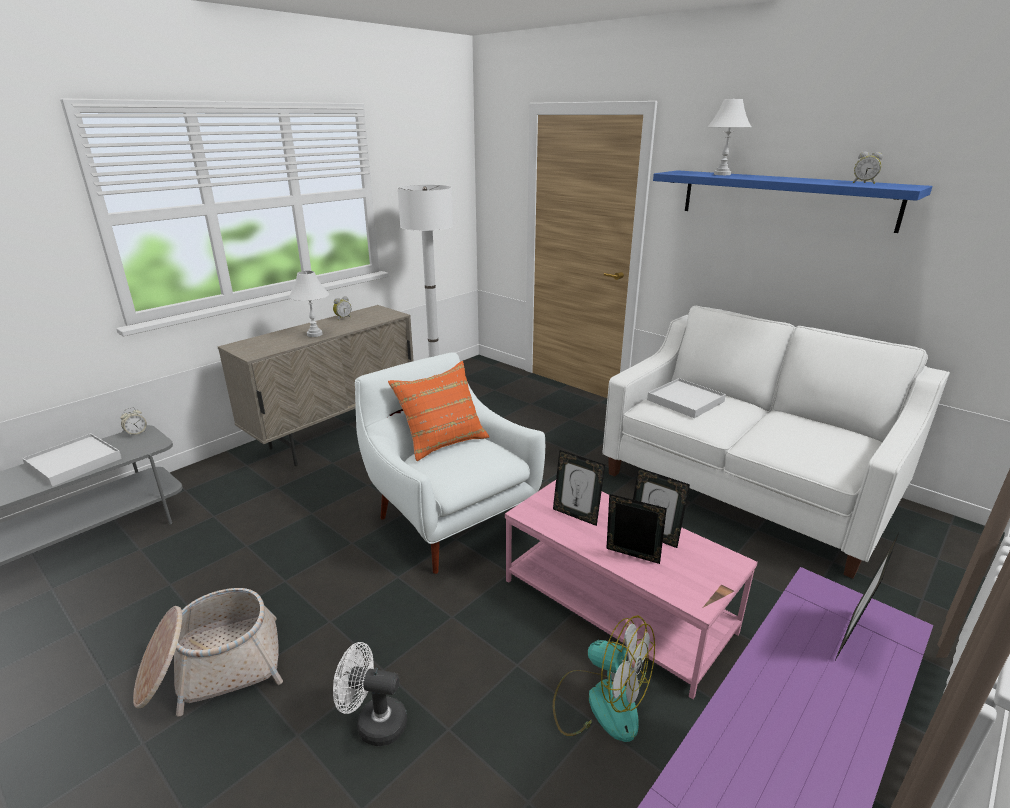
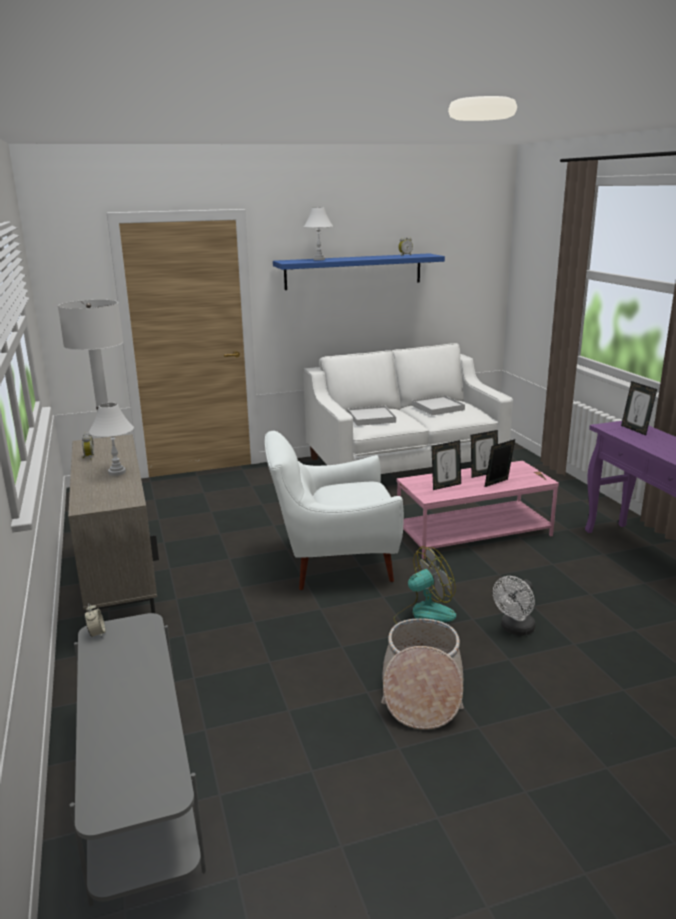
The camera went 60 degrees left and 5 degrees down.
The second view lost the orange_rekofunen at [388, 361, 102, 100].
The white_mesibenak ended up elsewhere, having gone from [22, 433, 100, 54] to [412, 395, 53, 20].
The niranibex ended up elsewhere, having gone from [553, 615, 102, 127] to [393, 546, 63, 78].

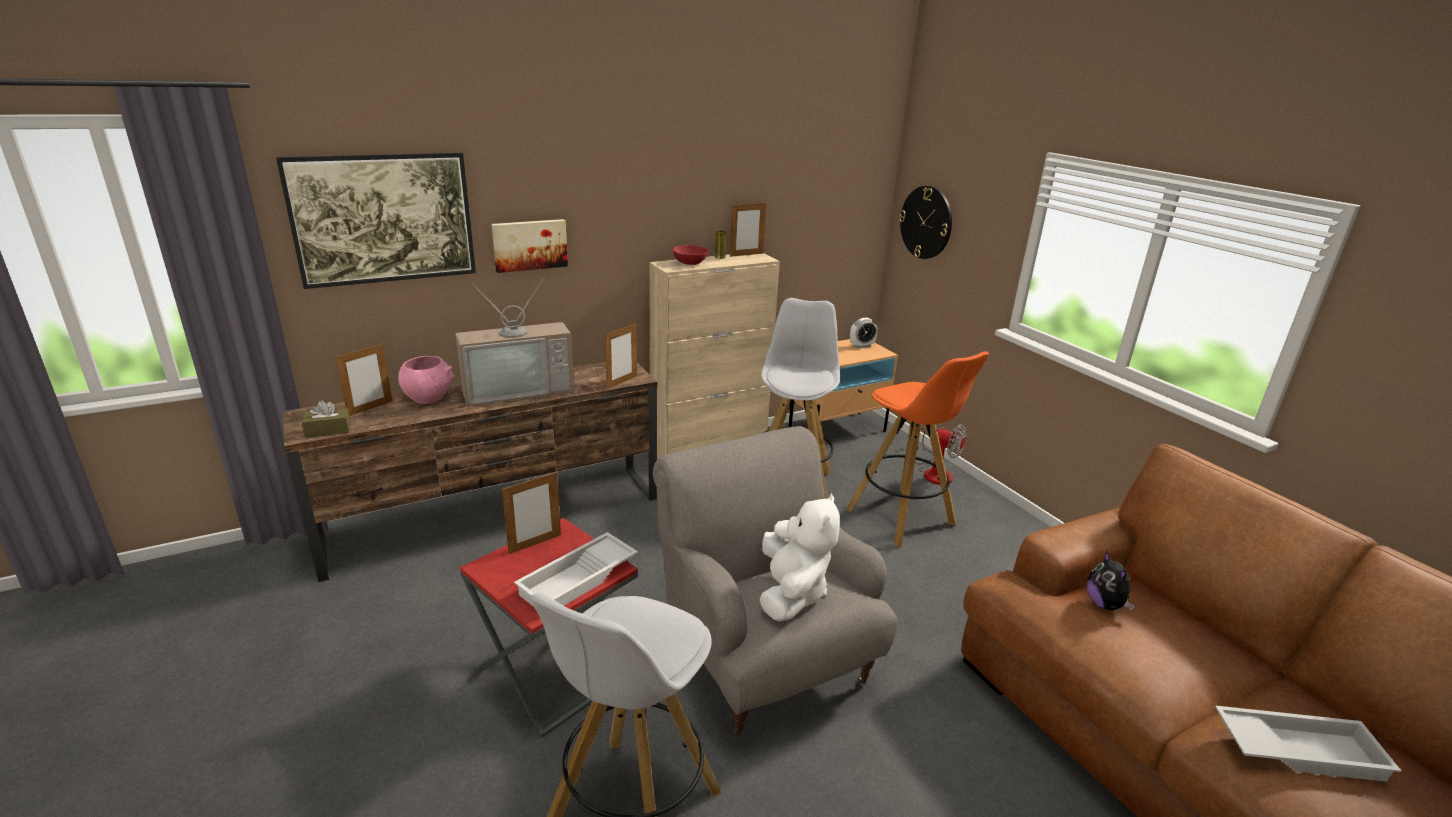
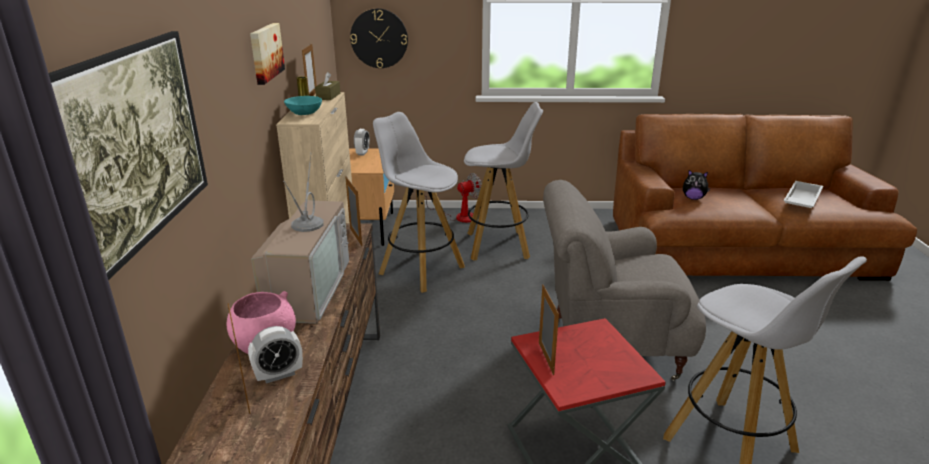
The camera went 60 degrees left and 0 degrees up.
The second view lost the white_mesibenak at [514, 532, 124, 75].
The second view lost the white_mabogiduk at [760, 493, 80, 129].
The second view gained the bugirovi at [248, 326, 55, 58].
The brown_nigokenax ended up elsewhere, having gone from [301, 400, 50, 38] to [315, 72, 26, 28].
The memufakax ended up elsewhere, having gone from [491, 219, 77, 54] to [250, 23, 35, 62].
What was the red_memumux at [673, 245, 36, 20] turned into the turquoise_memumux at [284, 96, 38, 19].
What was the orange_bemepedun at [846, 351, 143, 196] turned into the white_bemepedun at [464, 102, 79, 159].

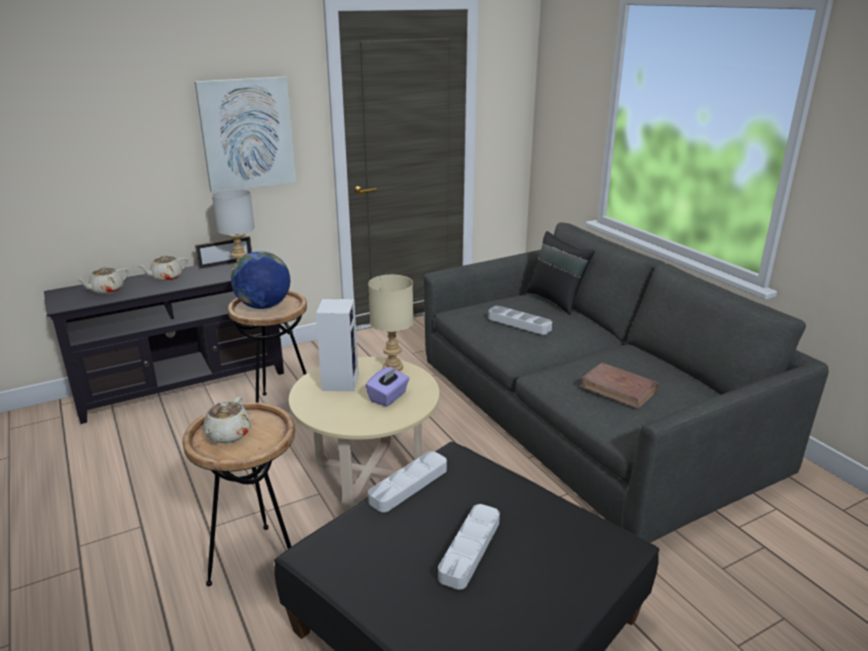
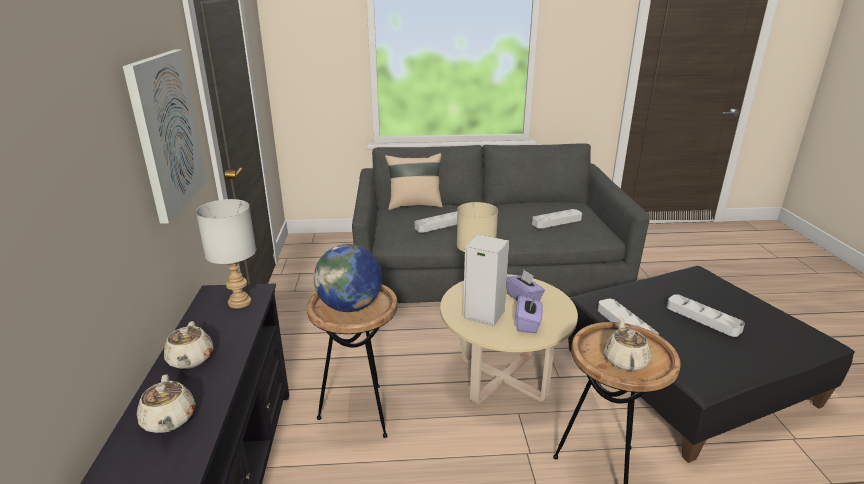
The camera went 65 degrees left and 0 degrees up.
The second view lost the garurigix at [195, 236, 57, 34].
The second view gained the purple_nigokenax at [516, 295, 27, 38].
Where the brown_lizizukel stood at [580, 363, 79, 46], the grey_mesibenak came to stand at [532, 209, 50, 20].
What was the black_rekofunen at [526, 231, 69, 84] turned into the beige_rekofunen at [385, 153, 58, 57].
The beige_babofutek at [203, 397, 48, 46] ended up facing another way, 120 degrees counterclockwise from before.

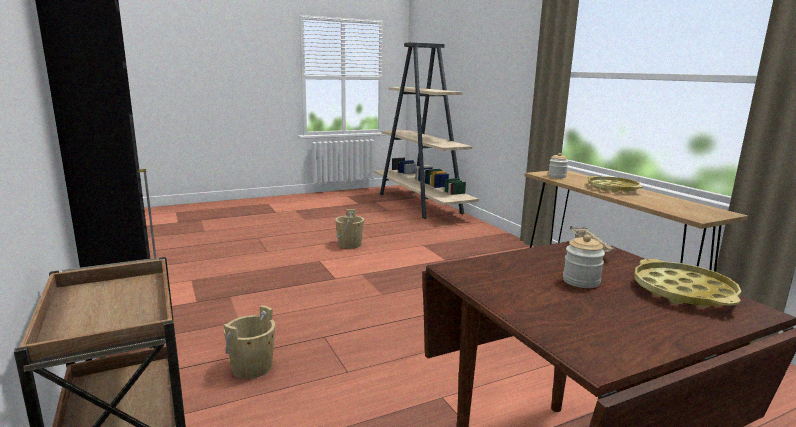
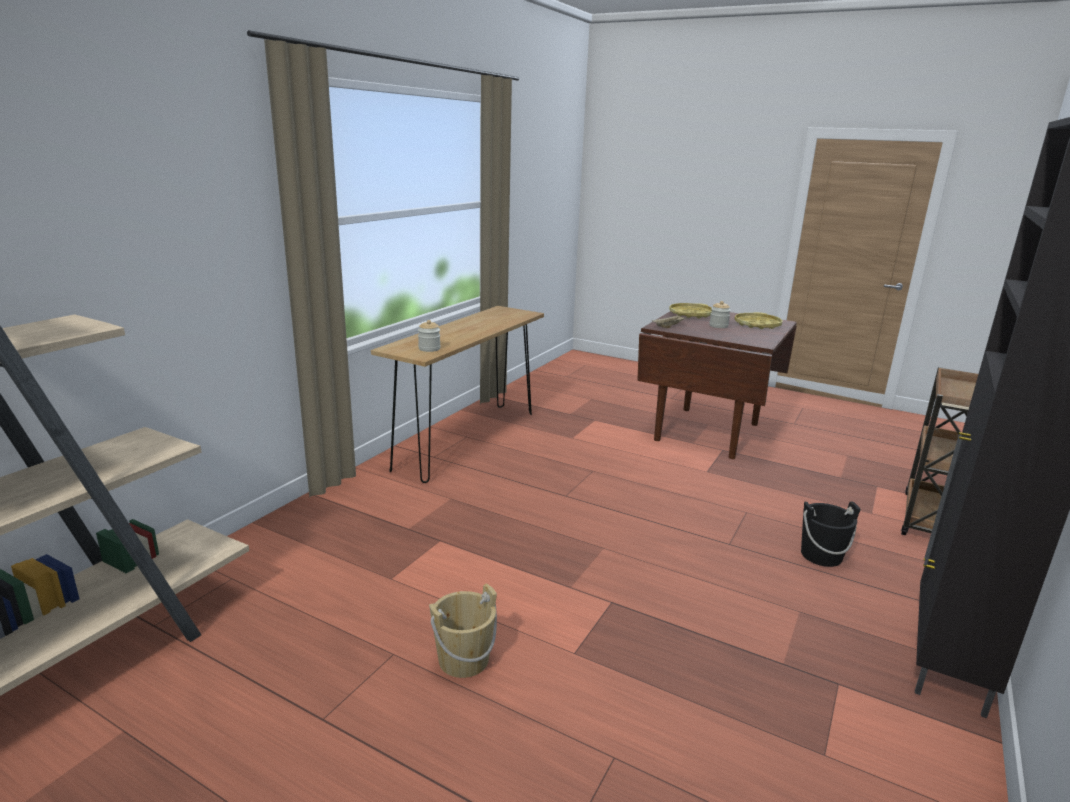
The camera went 125 degrees left and 5 degrees up.
The yellow_mesibenak ended up elsewhere, having gone from [587, 176, 56, 17] to [735, 312, 48, 17].
What was the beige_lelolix at [224, 305, 51, 74] turned into the black_lelolix at [801, 501, 60, 66].

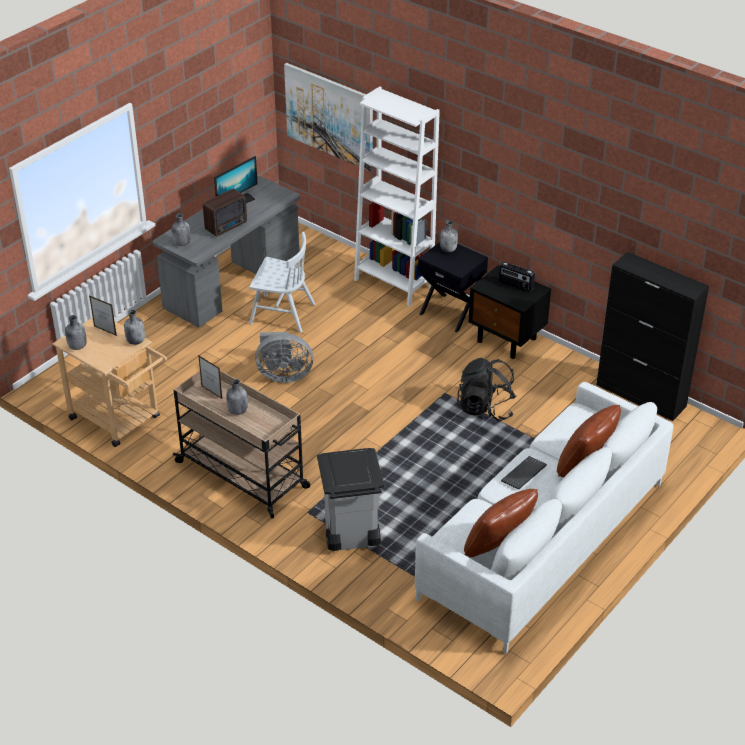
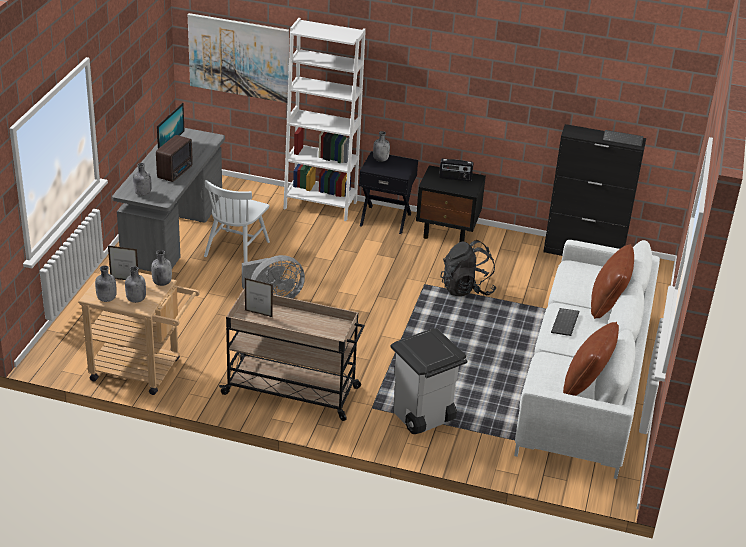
The camera went 25 degrees left and 5 degrees down.
The second view gained the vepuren at [603, 130, 40, 17].
The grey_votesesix ended up elsewhere, having gone from [226, 379, 22, 36] to [125, 266, 21, 37].
The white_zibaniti at [249, 232, 66, 101] ended up facing another way, 120 degrees clockwise from before.

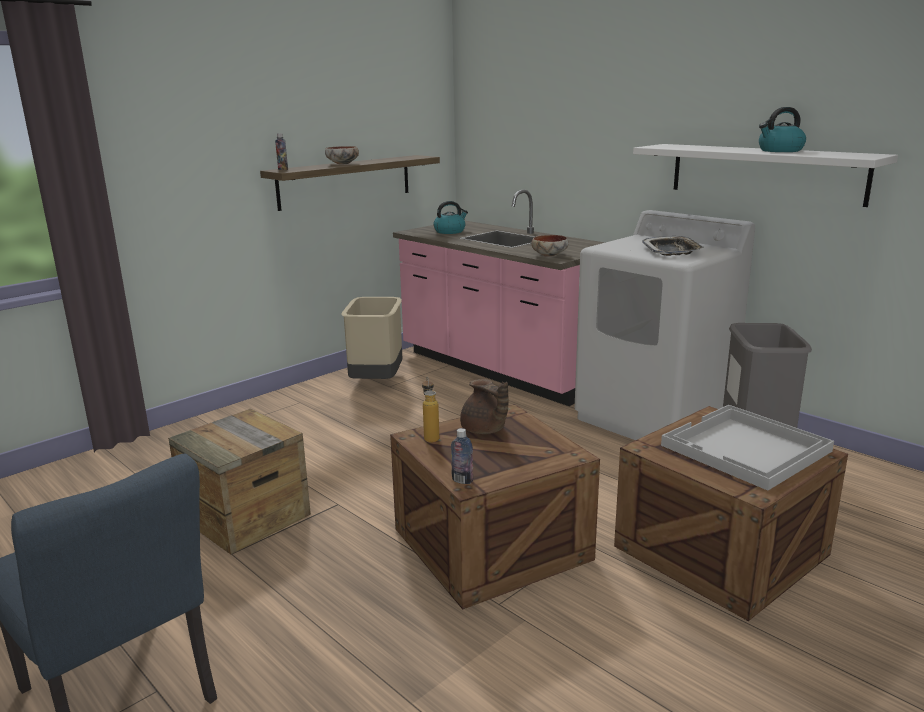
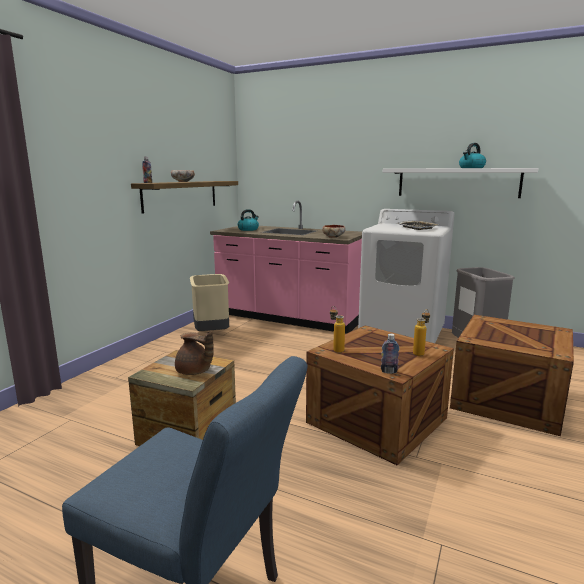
The camera went 20 degrees left and 5 degrees down.
The second view lost the white_mesibenak at [661, 405, 173, 85].
The second view gained the votesesix at [413, 309, 17, 47].
The brown_babofutek ended up elsewhere, having gone from [460, 379, 49, 55] to [175, 331, 39, 44].

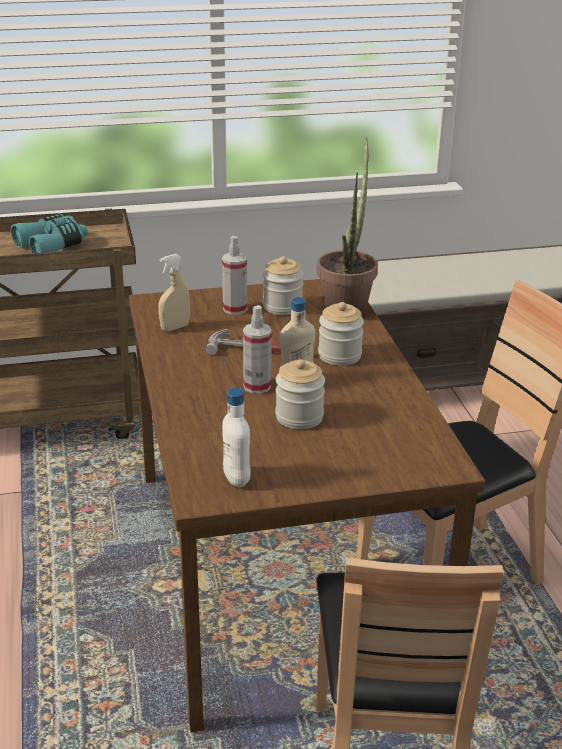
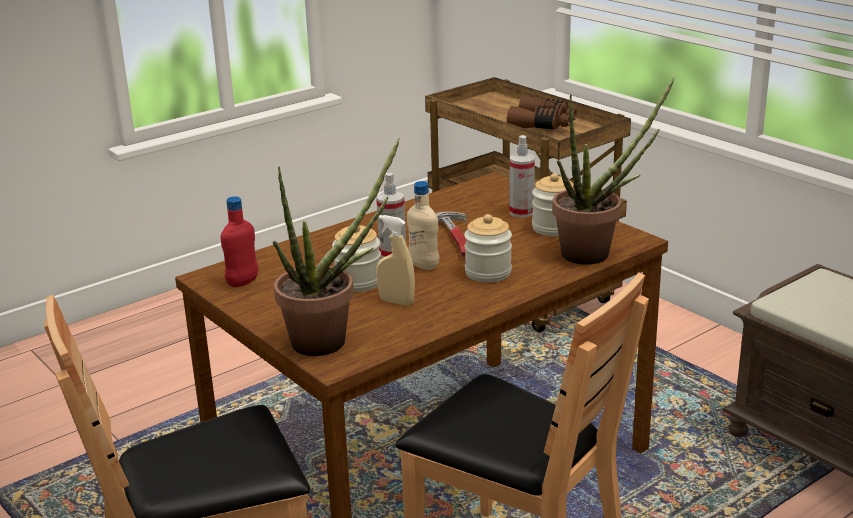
The camera went 65 degrees right and 5 degrees down.
The second view gained the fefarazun at [273, 138, 127, 218].
The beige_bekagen ended up elsewhere, having gone from [158, 254, 32, 78] to [376, 215, 39, 91].
What was the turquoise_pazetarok at [11, 214, 77, 39] turned into the brown_pazetarok at [507, 96, 70, 34].
What was the white_votesesix at [222, 388, 29, 99] turned into the red_votesesix at [221, 196, 37, 91].

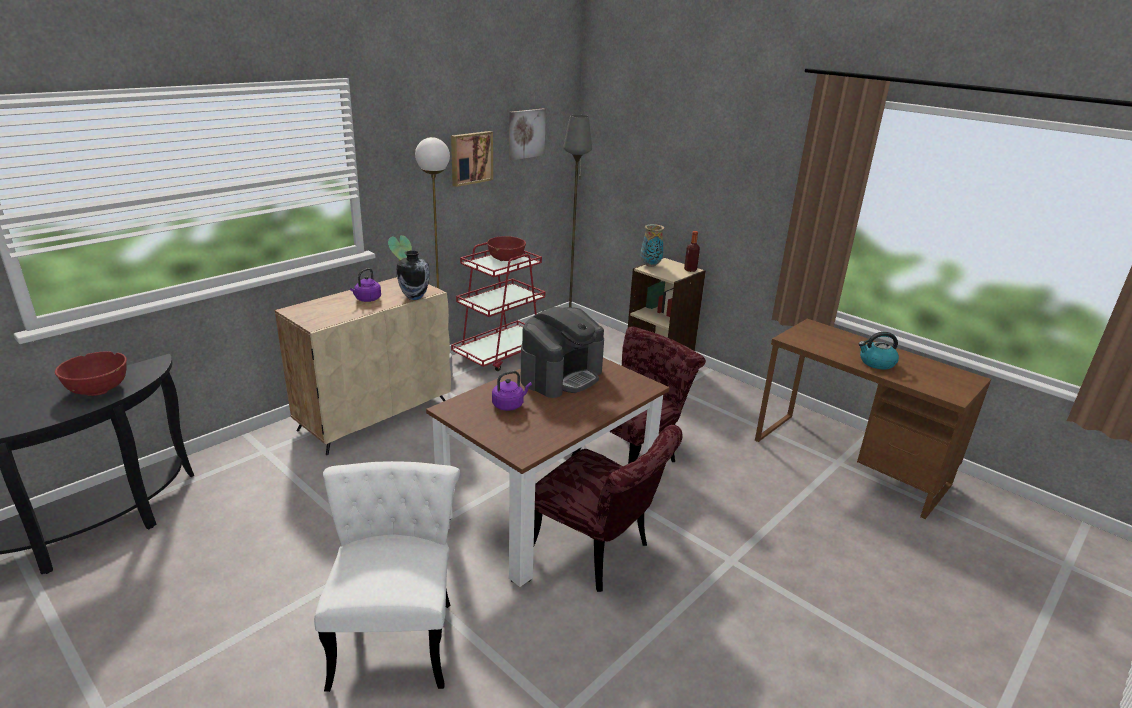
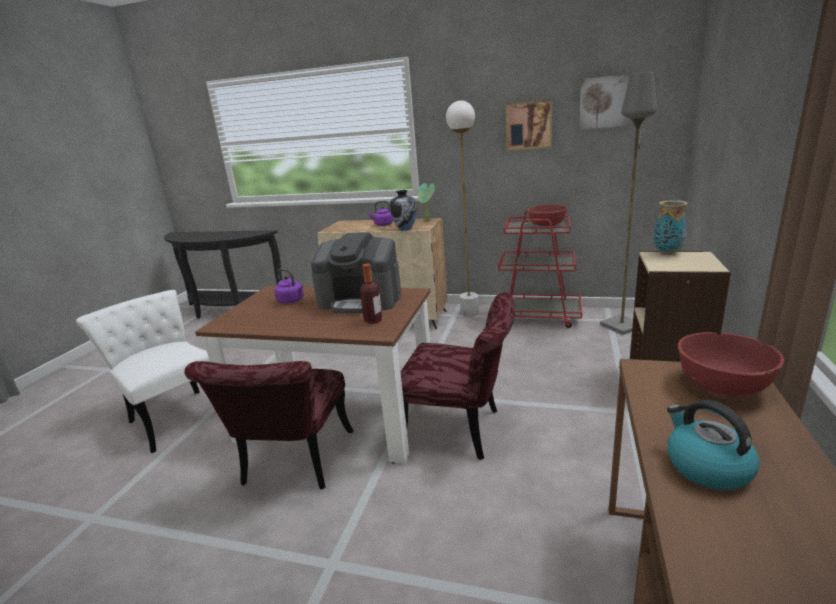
The camera went 65 degrees right and 5 degrees down.
The red_memumux ended up elsewhere, having gone from [55, 351, 72, 45] to [678, 332, 106, 65].
The votesesix ended up elsewhere, having gone from [684, 231, 16, 41] to [360, 264, 22, 60].
The white_zibaniti at [314, 461, 146, 231] ended up facing another way, 105 degrees counterclockwise from before.

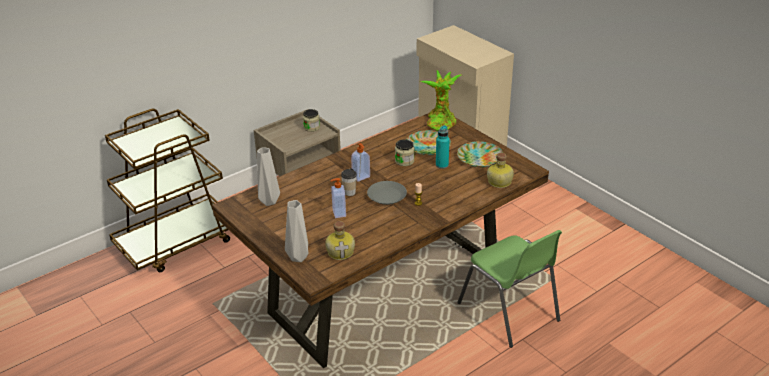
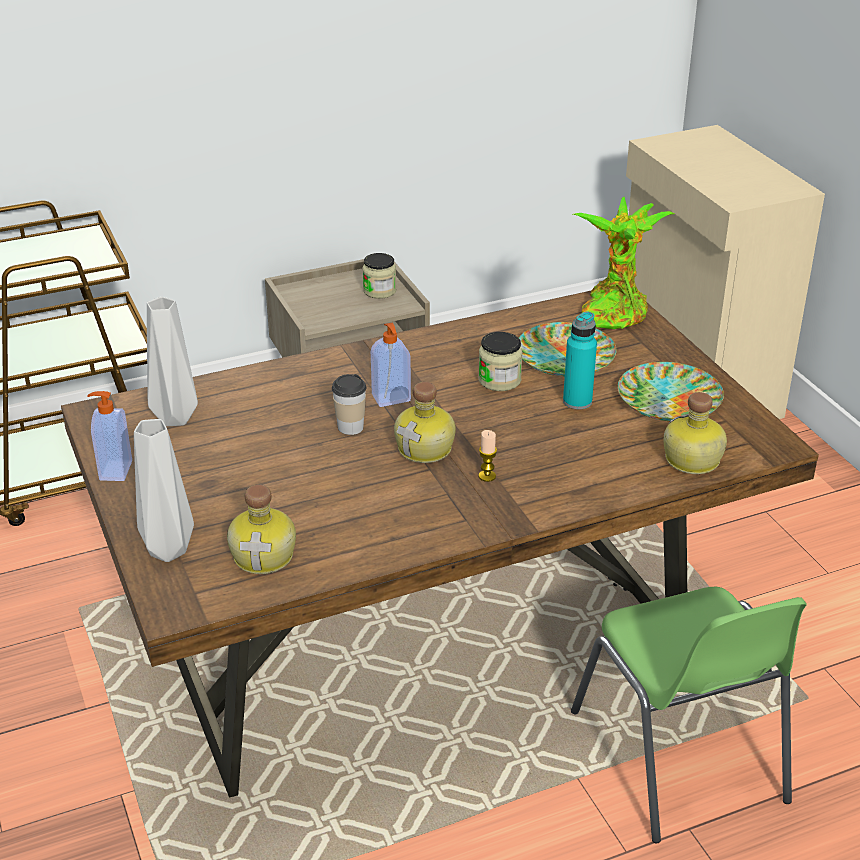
The camera went 15 degrees right and 0 degrees up.
The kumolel ended up elsewhere, having gone from [331, 178, 15, 40] to [88, 391, 44, 90].
Where the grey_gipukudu stood at [367, 181, 40, 24], the votesesix came to stand at [394, 382, 62, 81].

